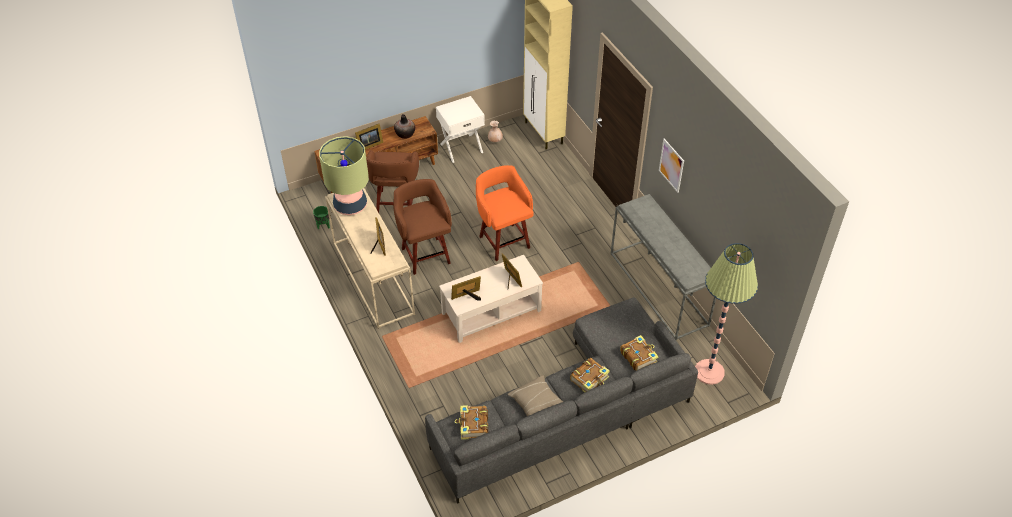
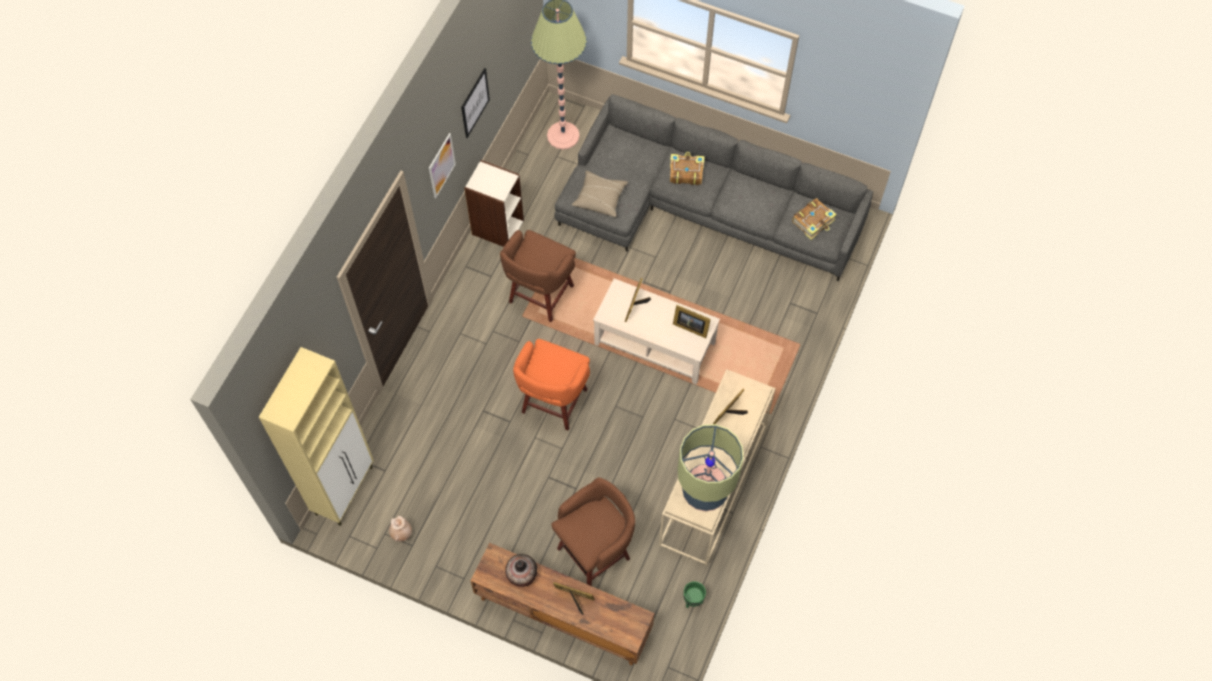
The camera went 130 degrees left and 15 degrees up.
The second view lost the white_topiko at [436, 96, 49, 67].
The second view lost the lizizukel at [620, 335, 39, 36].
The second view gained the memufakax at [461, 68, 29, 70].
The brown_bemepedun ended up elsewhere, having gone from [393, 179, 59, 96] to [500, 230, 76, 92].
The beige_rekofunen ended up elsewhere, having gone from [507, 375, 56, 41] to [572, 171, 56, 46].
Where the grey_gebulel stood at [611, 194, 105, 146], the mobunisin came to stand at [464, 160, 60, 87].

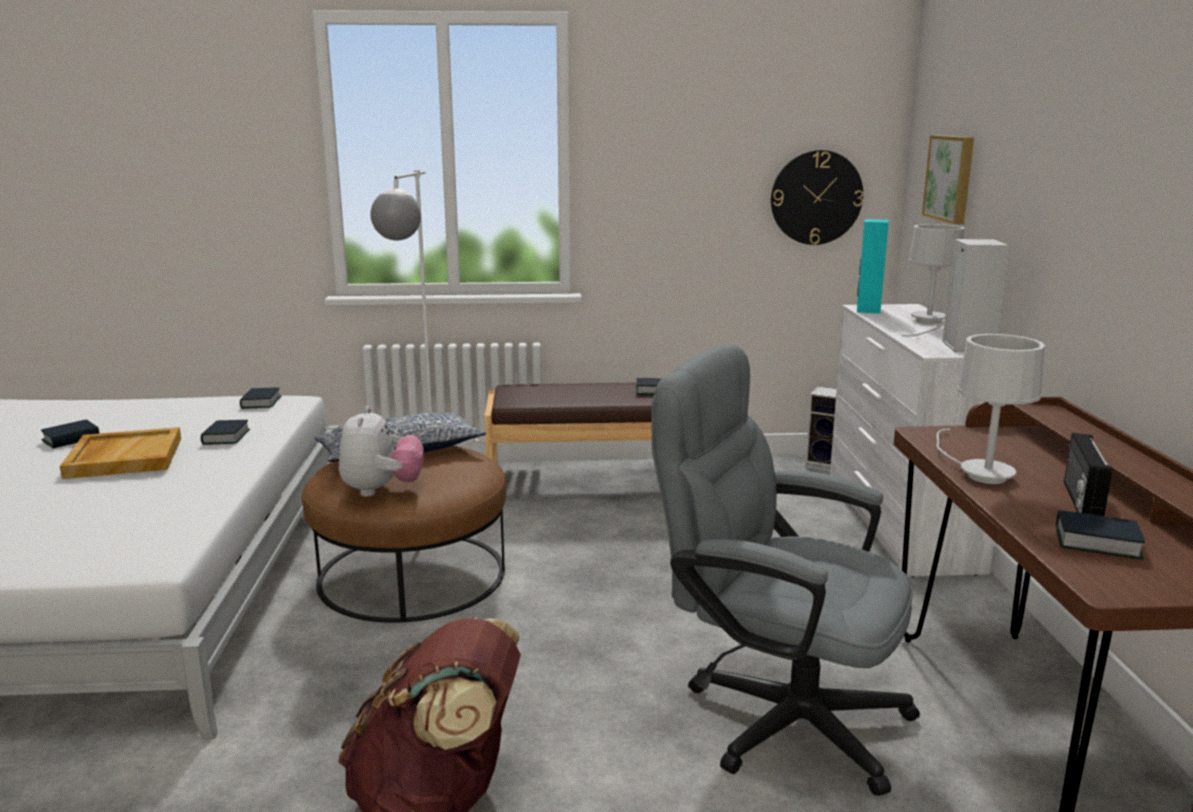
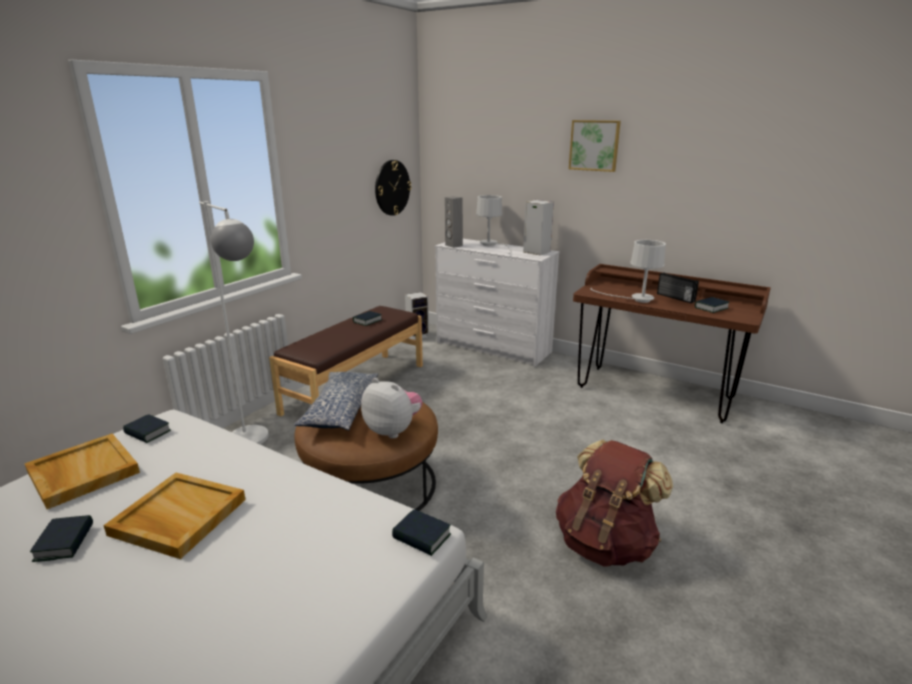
The camera went 55 degrees left and 5 degrees up.
The second view lost the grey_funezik at [652, 344, 268, 452].
The second view gained the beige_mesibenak at [24, 433, 116, 76].
The lizizukel ended up elsewhere, having gone from [201, 420, 49, 25] to [392, 509, 59, 47].
The memufakax ended up elsewhere, having gone from [922, 135, 52, 89] to [569, 120, 52, 52].
What was the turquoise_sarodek at [857, 219, 32, 95] turned into the grey_sarodek at [445, 196, 18, 52].

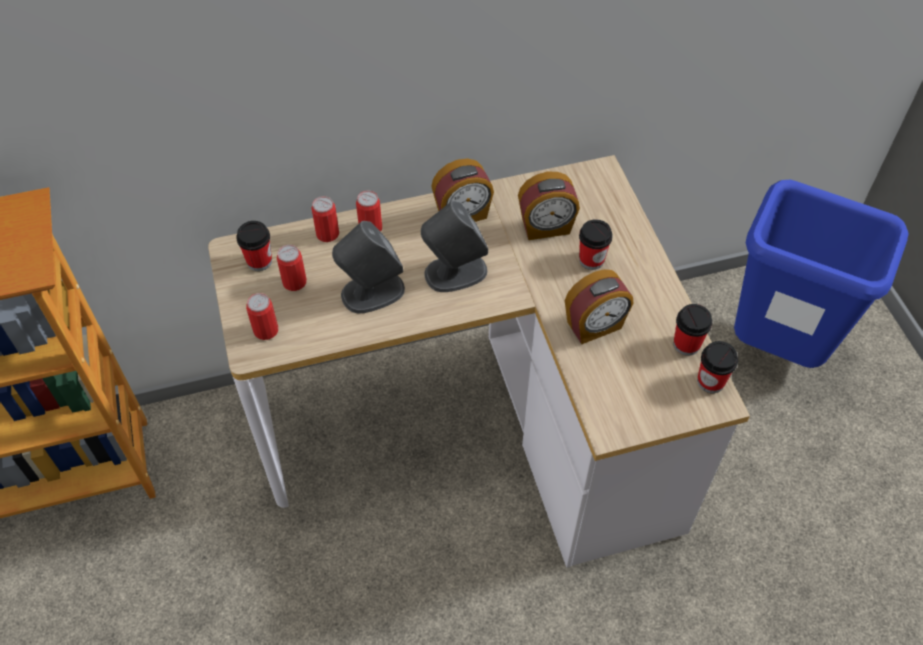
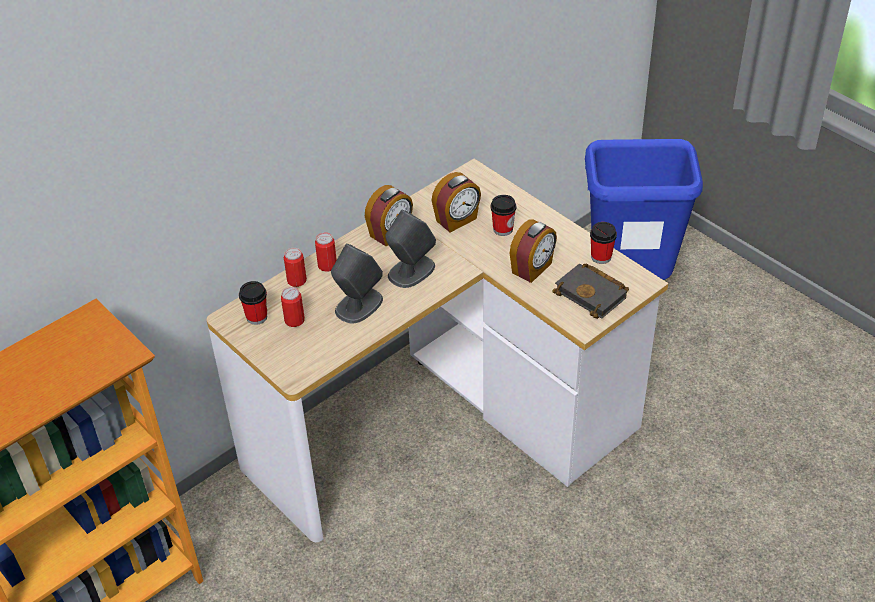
The camera went 25 degrees left and 10 degrees down.
The second view lost the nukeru at [246, 293, 32, 47].
The second view lost the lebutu at [697, 341, 41, 52].
The second view gained the black_lizizukel at [553, 263, 76, 56].

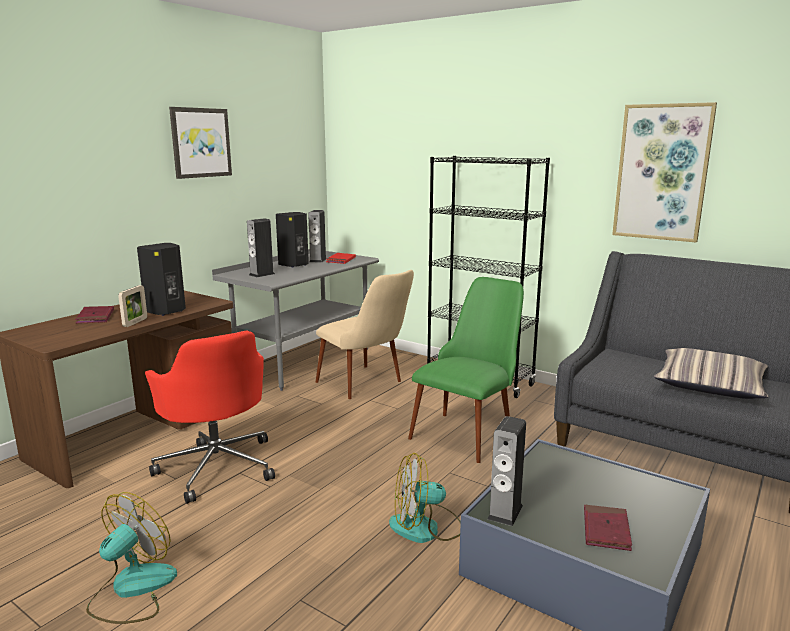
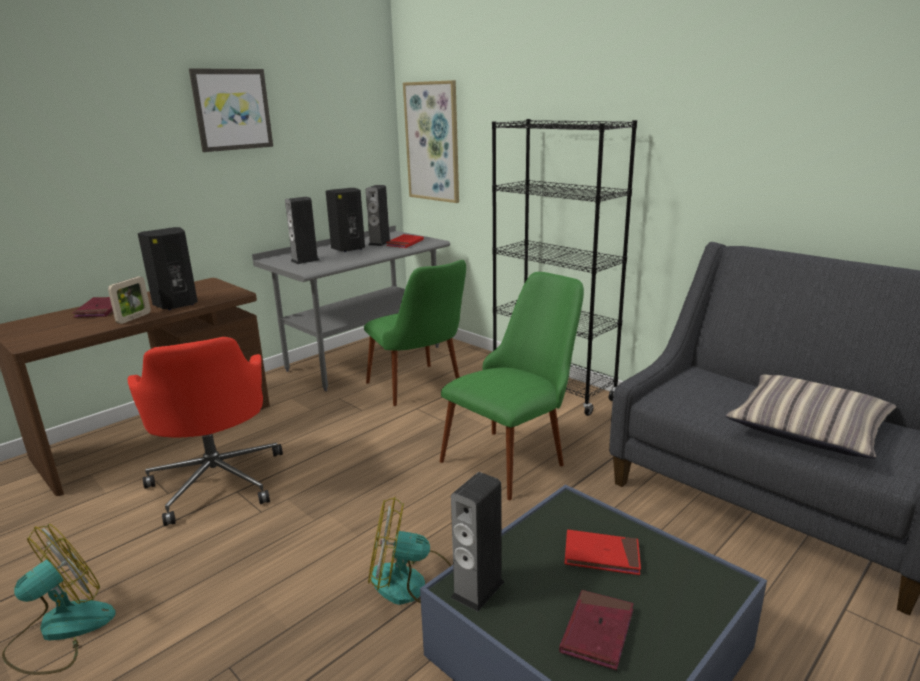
The camera went 10 degrees right and 5 degrees up.
The second view gained the red_lizizukel at [564, 530, 77, 45].
The memufakax ended up elsewhere, having gone from [612, 102, 105, 140] to [403, 80, 56, 123].
What was the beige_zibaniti at [316, 270, 98, 129] turned into the green_zibaniti at [364, 260, 102, 146].

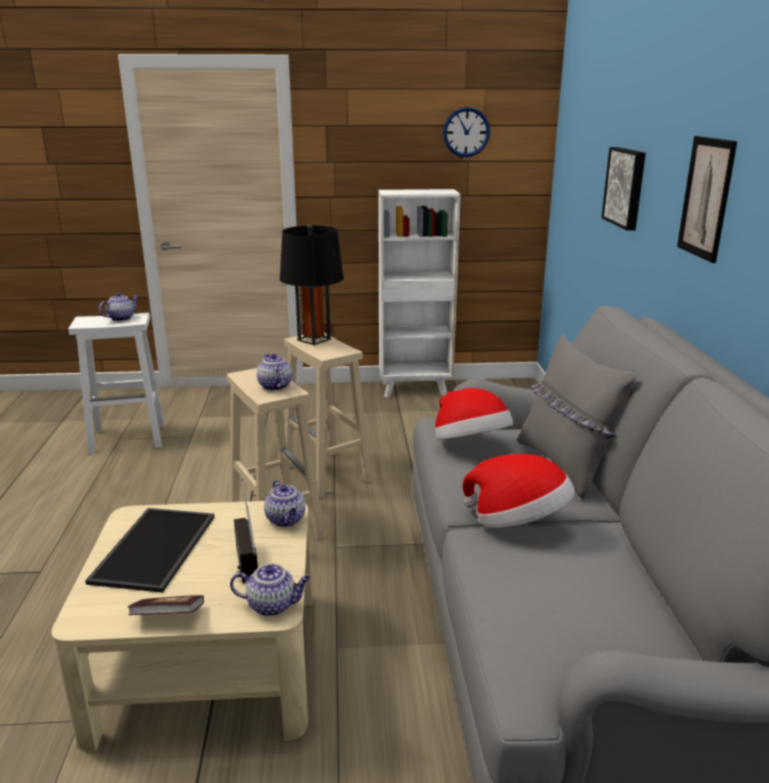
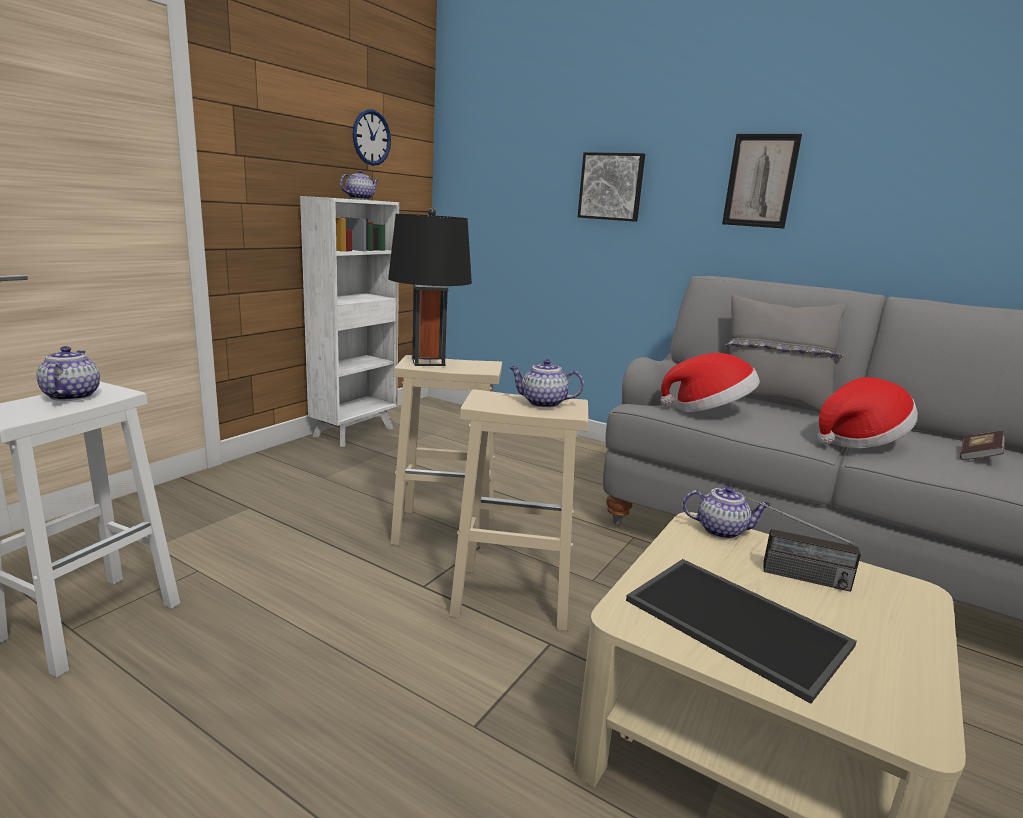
The camera went 55 degrees left and 5 degrees down.
The lizizukel ended up elsewhere, having gone from [128, 595, 76, 20] to [960, 431, 45, 29].
The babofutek ended up elsewhere, having gone from [230, 564, 80, 52] to [340, 170, 39, 30].

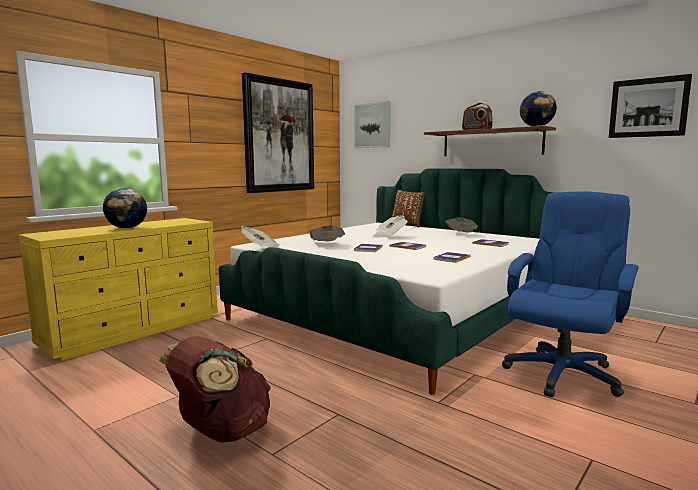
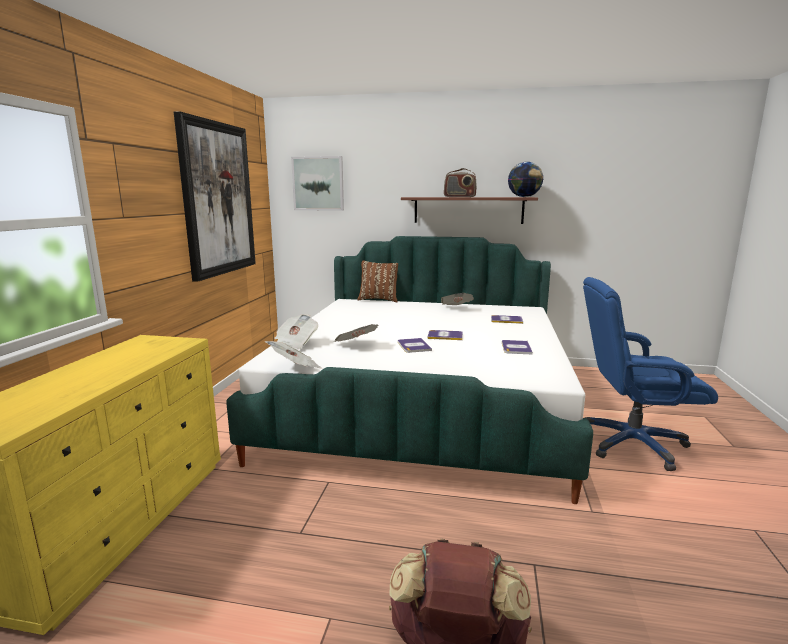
The camera went 30 degrees left and 5 degrees up.
The second view lost the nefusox at [103, 188, 44, 41].
The second view lost the memufakax at [609, 74, 83, 64].
The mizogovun ended up elsewhere, having gone from [373, 215, 35, 23] to [274, 314, 44, 35].
The blue_funezik at [502, 191, 137, 206] ended up facing another way, 90 degrees counterclockwise from before.

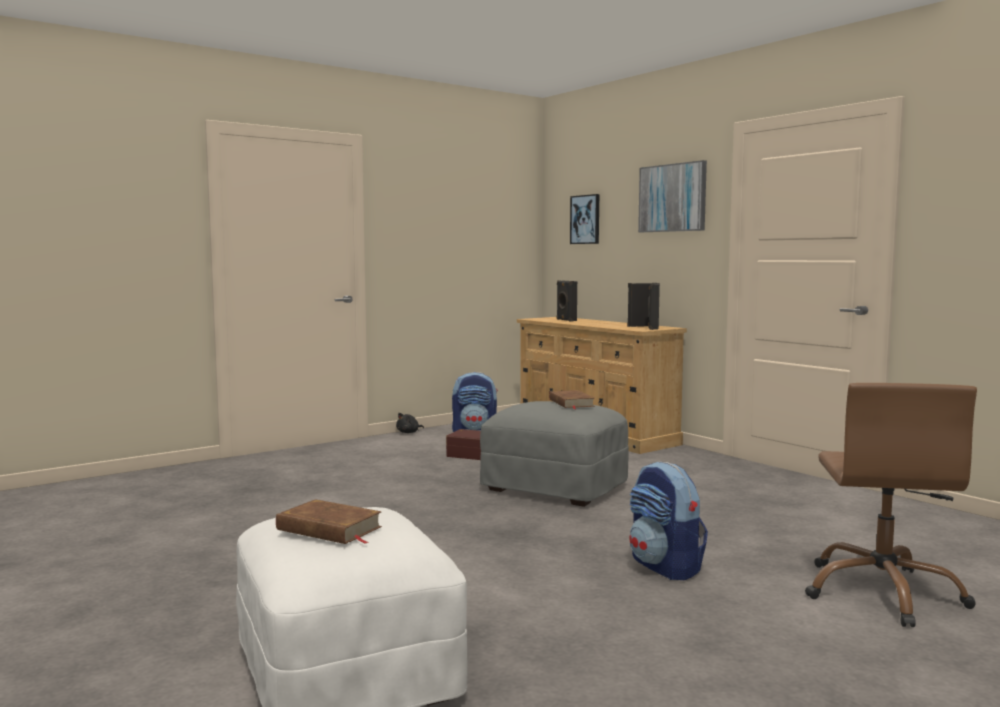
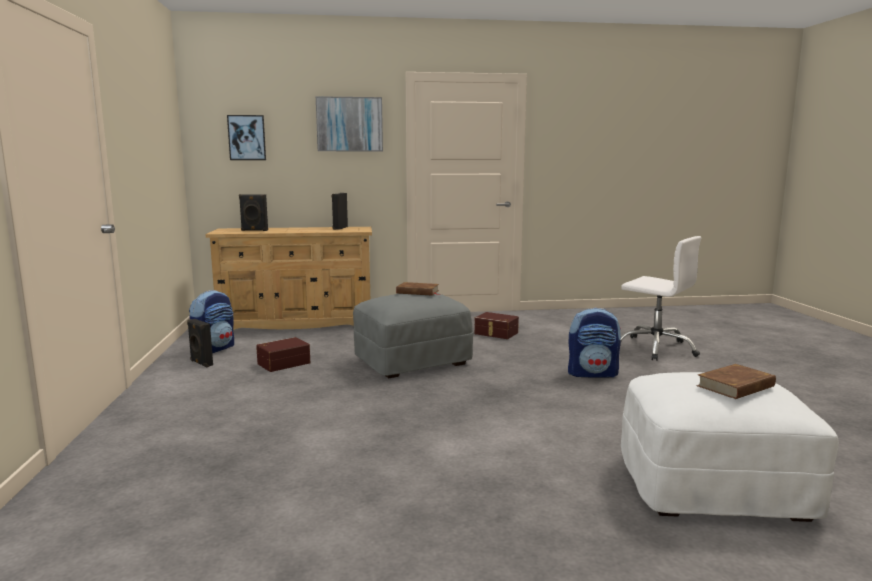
The camera went 60 degrees left and 5 degrees up.
The second view lost the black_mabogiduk at [396, 413, 28, 20].
The second view gained the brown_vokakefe at [474, 312, 45, 27].
The black_sarodek ended up elsewhere, having gone from [648, 283, 12, 47] to [187, 319, 26, 49].
What was the brown_funezik at [805, 383, 172, 244] turned into the white_funezik at [620, 236, 81, 125].

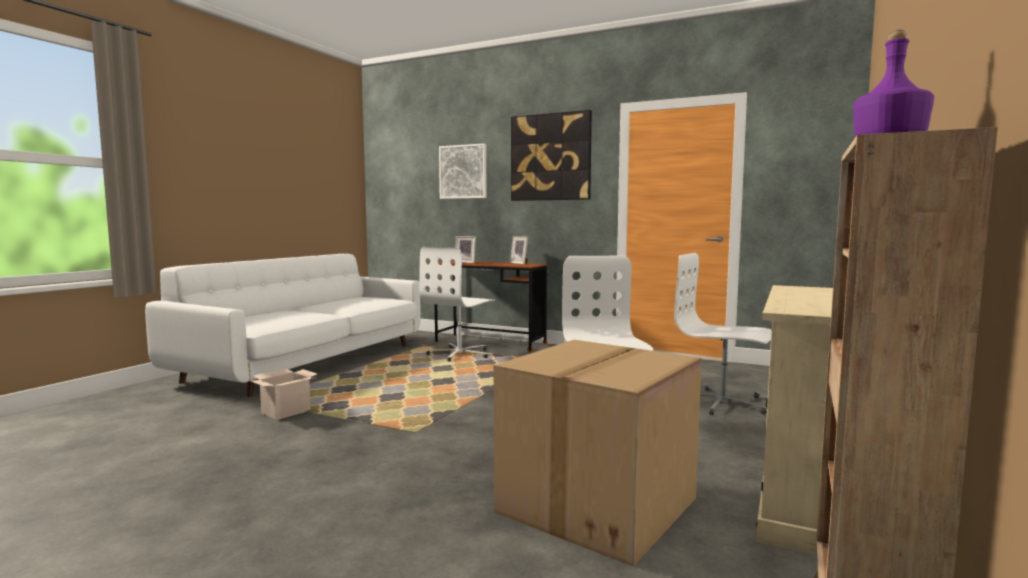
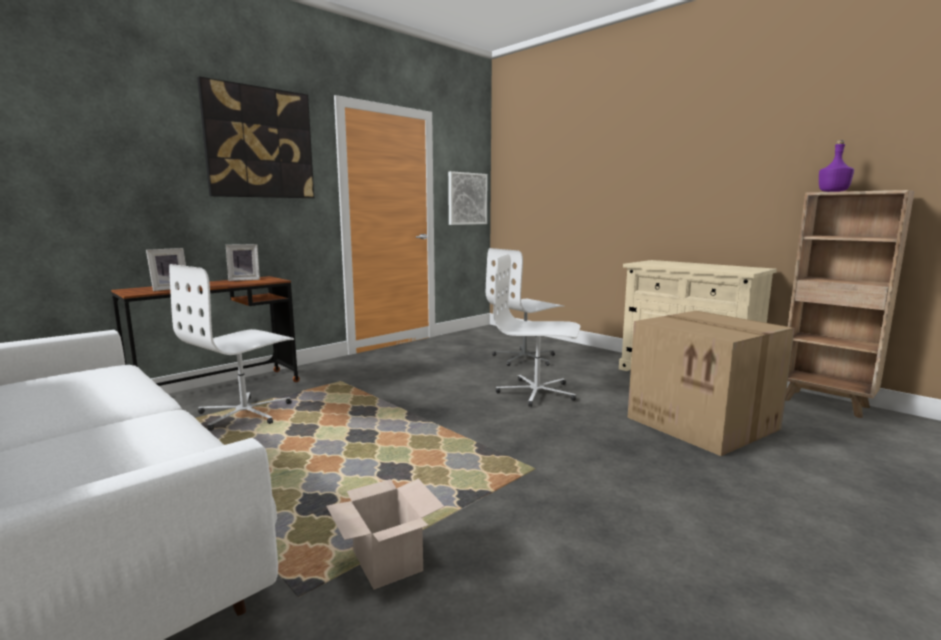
The camera went 70 degrees left and 5 degrees up.
The memufakax ended up elsewhere, having gone from [439, 143, 48, 56] to [448, 171, 39, 54].
The white_funezik at [419, 246, 76, 116] ended up facing another way, 75 degrees clockwise from before.

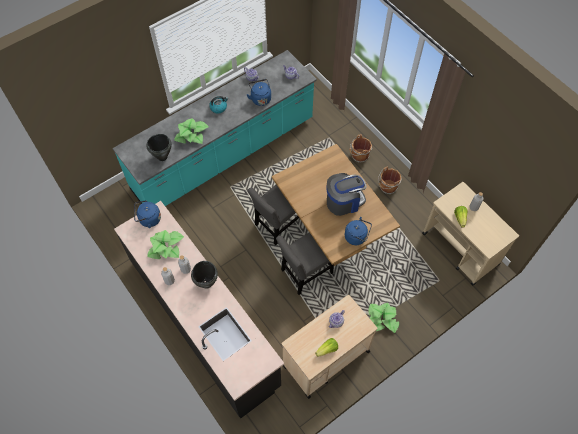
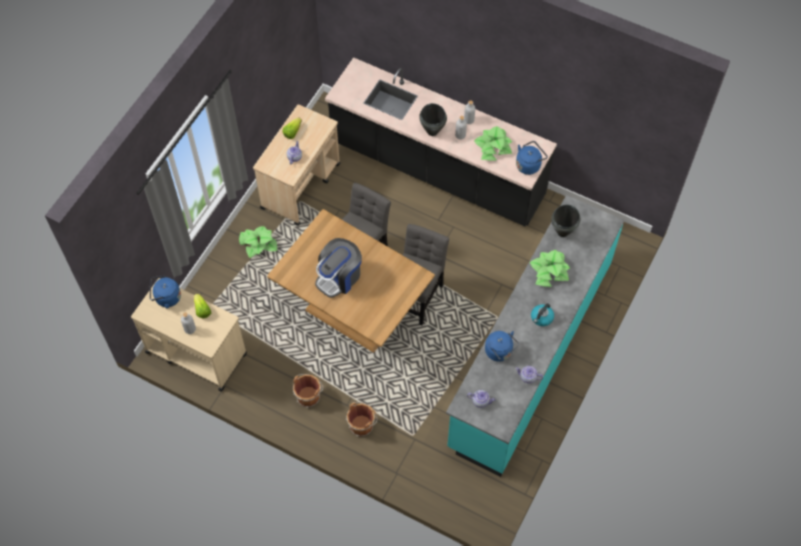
The camera went 155 degrees right and 0 degrees up.
The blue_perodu ended up elsewhere, having gone from [345, 217, 27, 28] to [150, 276, 31, 33].

